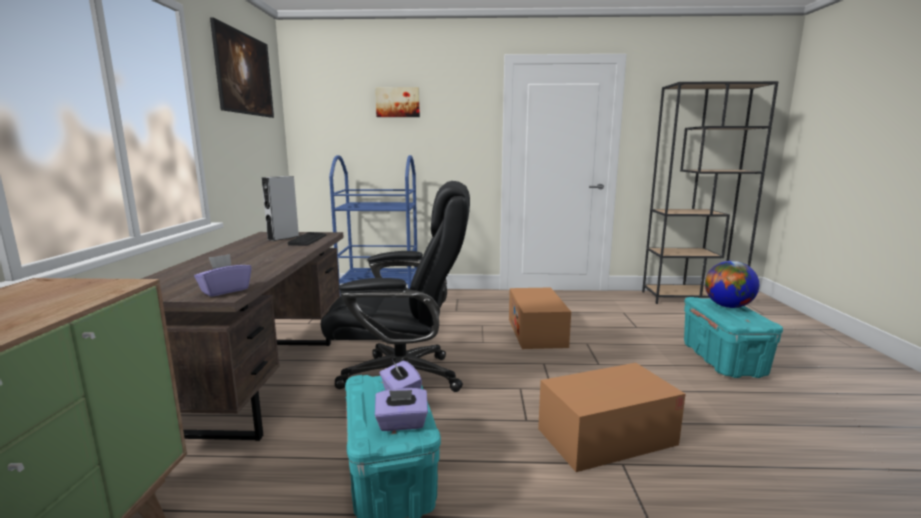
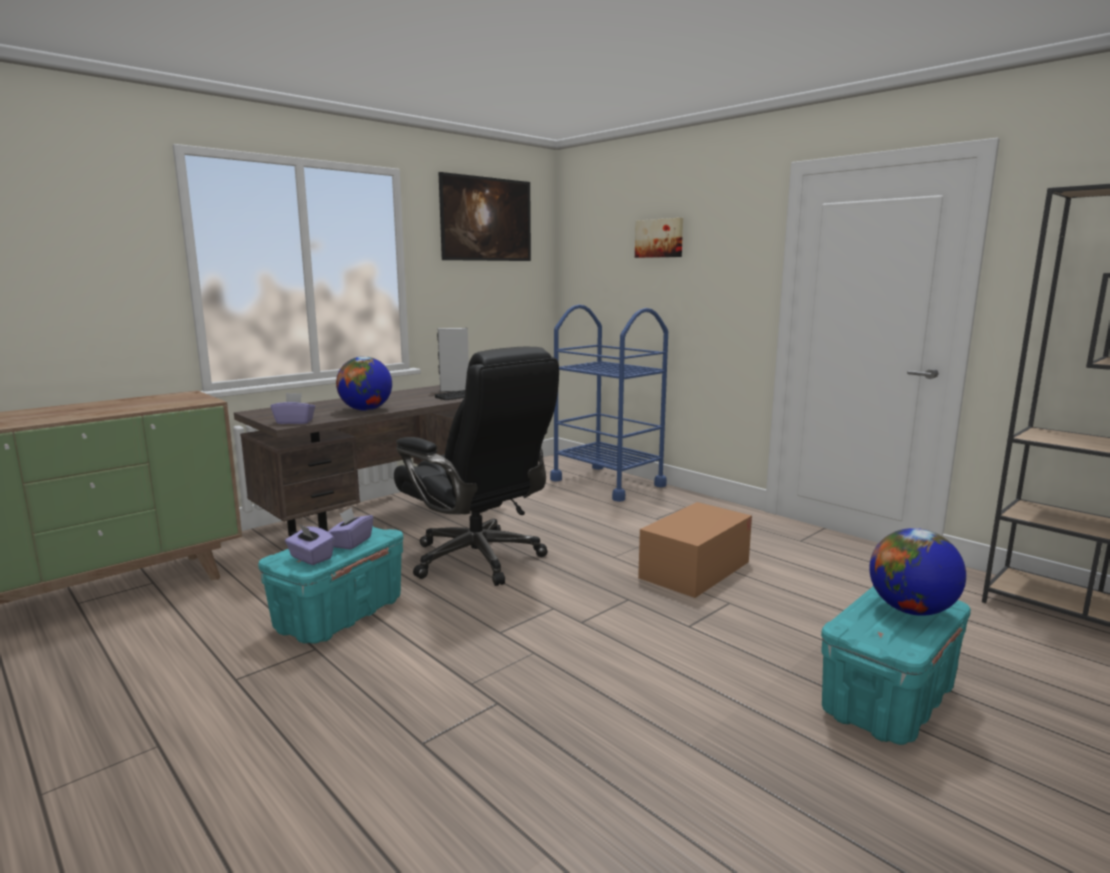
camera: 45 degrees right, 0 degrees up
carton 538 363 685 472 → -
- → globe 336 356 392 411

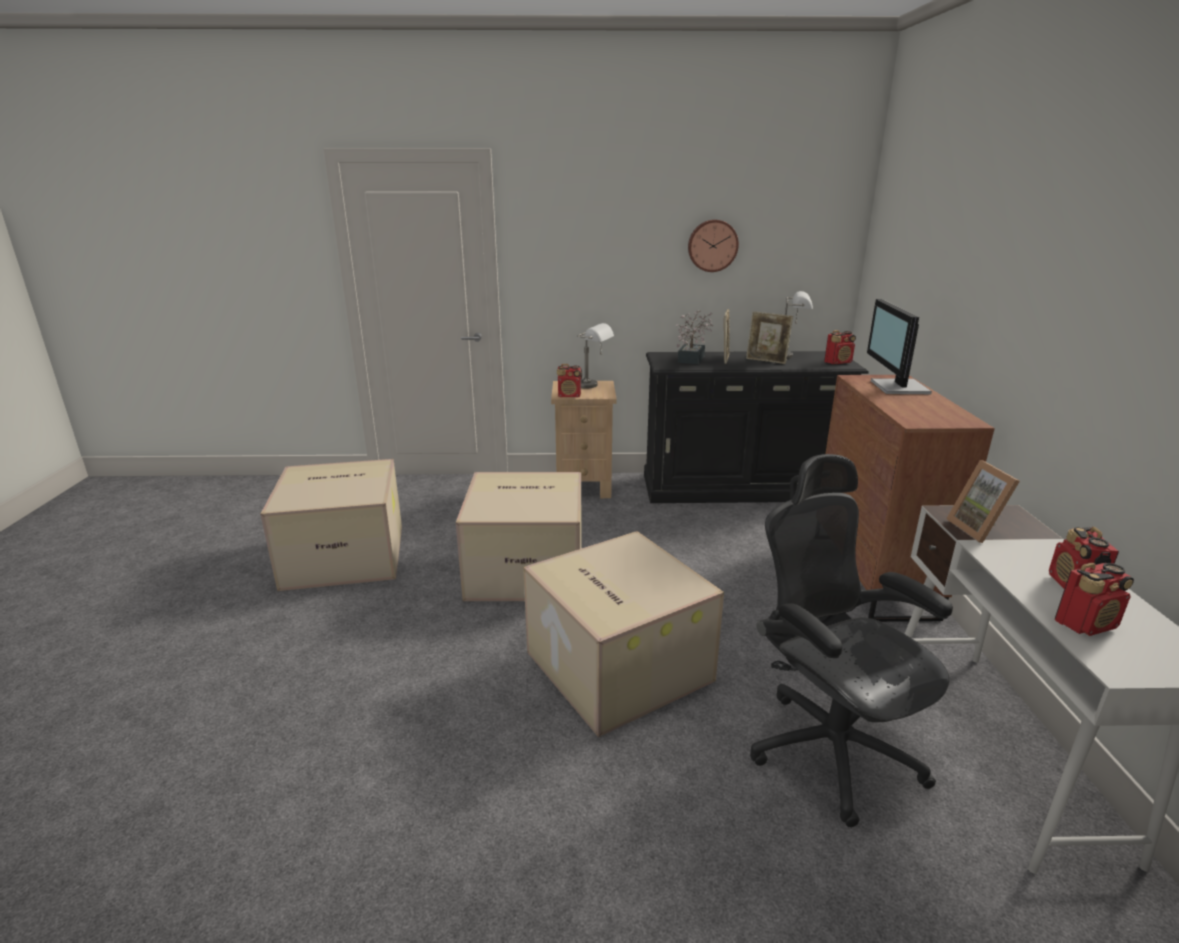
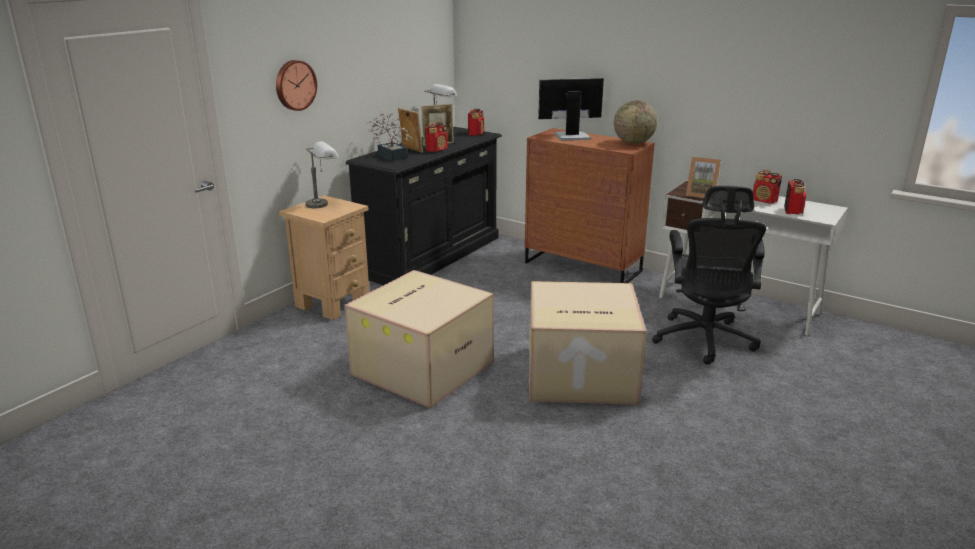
camera: 55 degrees left, 0 degrees up
horloge murale 688 220 739 272 → horloge murale 276 60 317 111, move
écran d'ordinateur 867 299 932 394 → écran d'ordinateur 538 78 604 141, 135 degrees clockwise
radio 557 364 582 397 → radio 425 123 448 152, move
chaise de bureau 750 454 953 827 → chaise de bureau 652 186 766 365, 90 degrees counterclockwise
carton 260 459 402 591 → -
- → globe 614 100 657 144

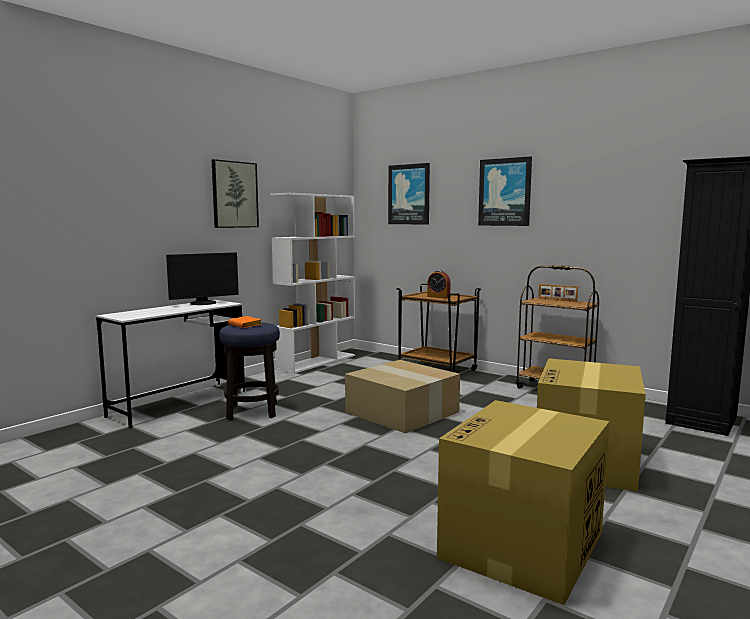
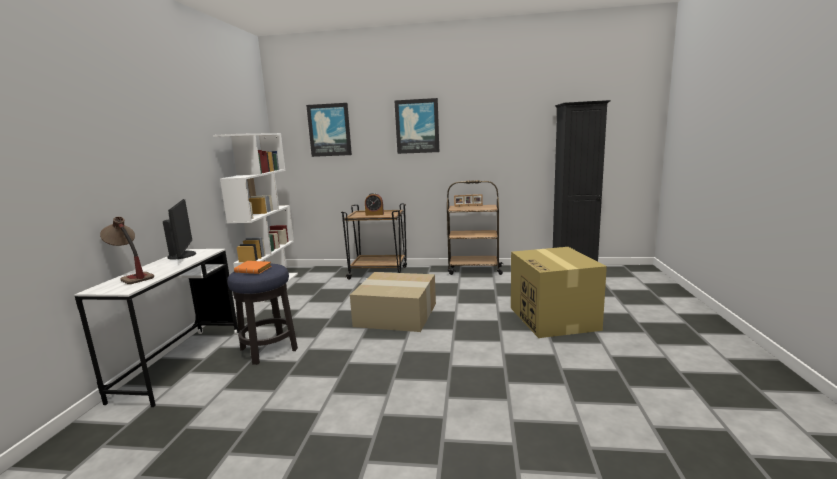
camera: 30 degrees left, 5 degrees up
tableau 212 159 259 228 → -
écran d'ordinateur 166 252 239 305 → écran d'ordinateur 163 199 196 260, 45 degrees counterclockwise
carton 437 400 609 605 → -
- → lampe de table 100 217 154 284

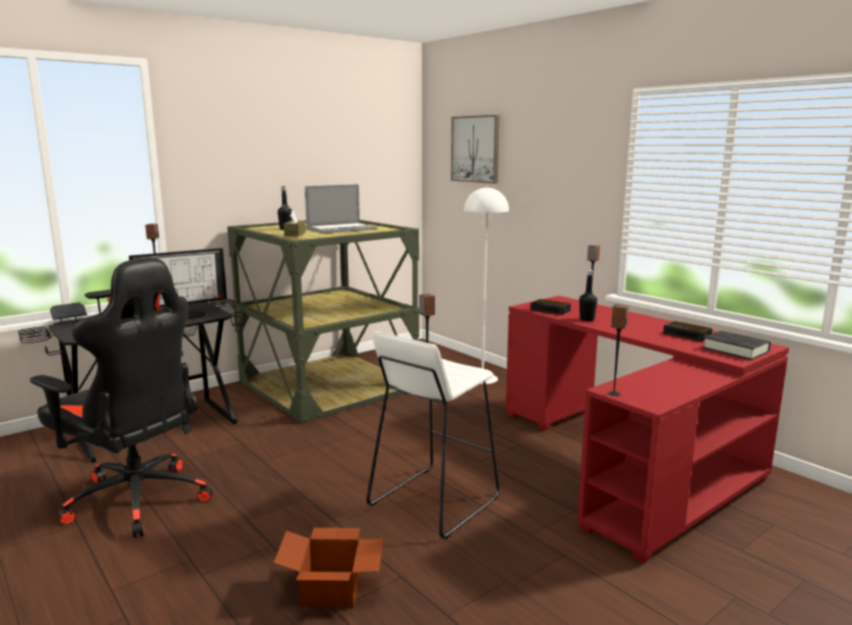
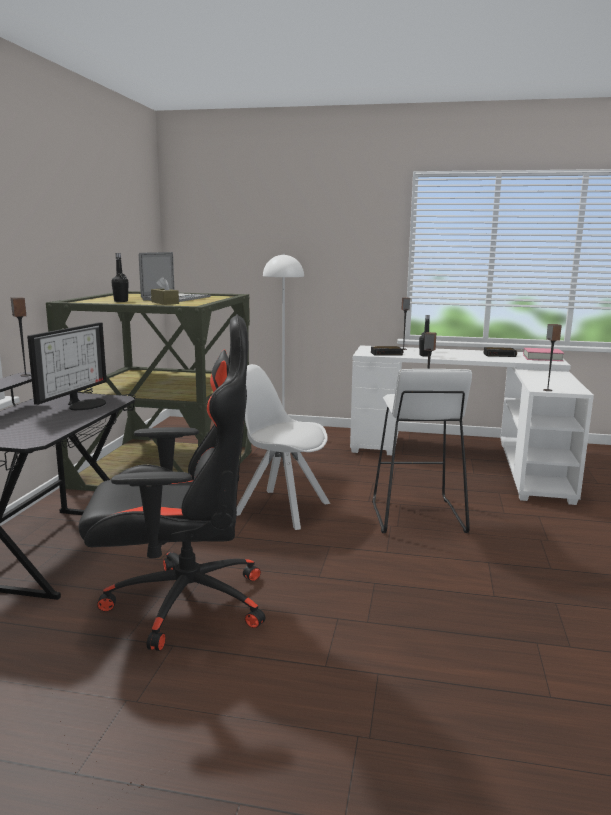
camera: 40 degrees left, 0 degrees up
tableau 451 115 500 183 → -
bureau (rouge) 506 296 789 564 → bureau (blanc) 350 345 594 505
livre (noir) 703 331 771 360 → livre (rose) 523 348 564 361
carton 274 528 383 607 → -
- → chaise (blanc) 237 364 331 530

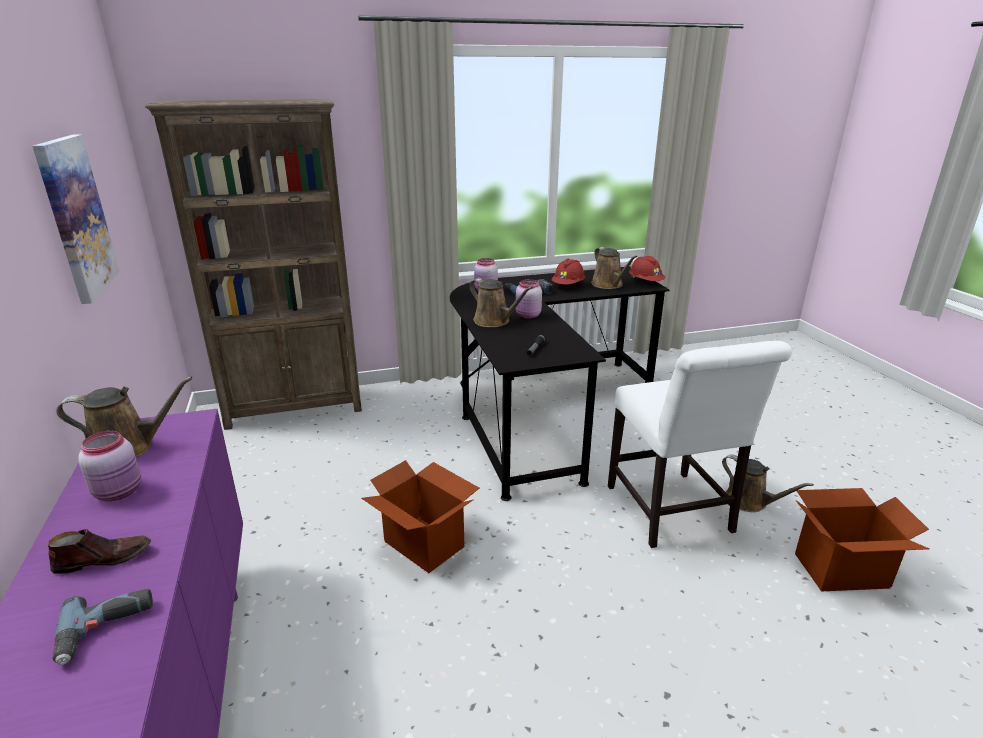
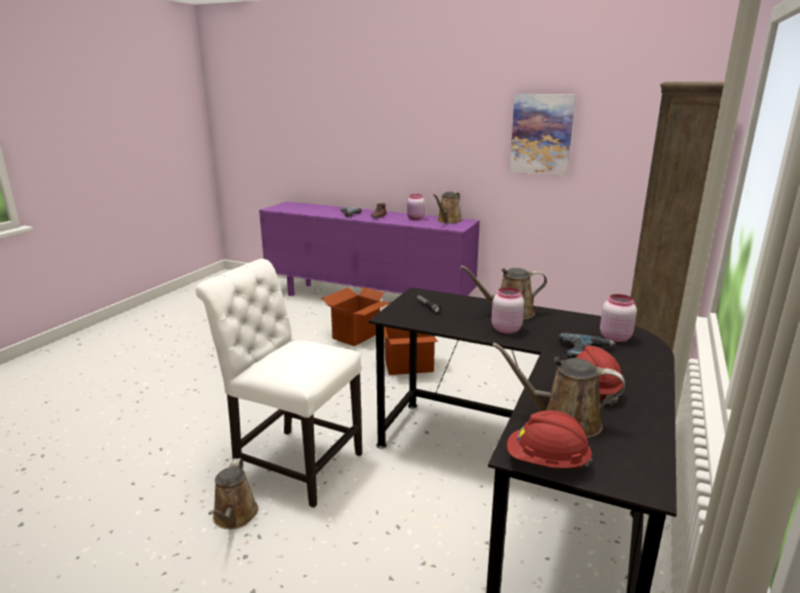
camera: 130 degrees right, 5 degrees down
arrosoir (marron) 722 454 814 512 → arrosoir (marron) 208 458 258 529, 90 degrees counterclockwise
carton 795 488 929 592 → carton 321 287 390 346, move

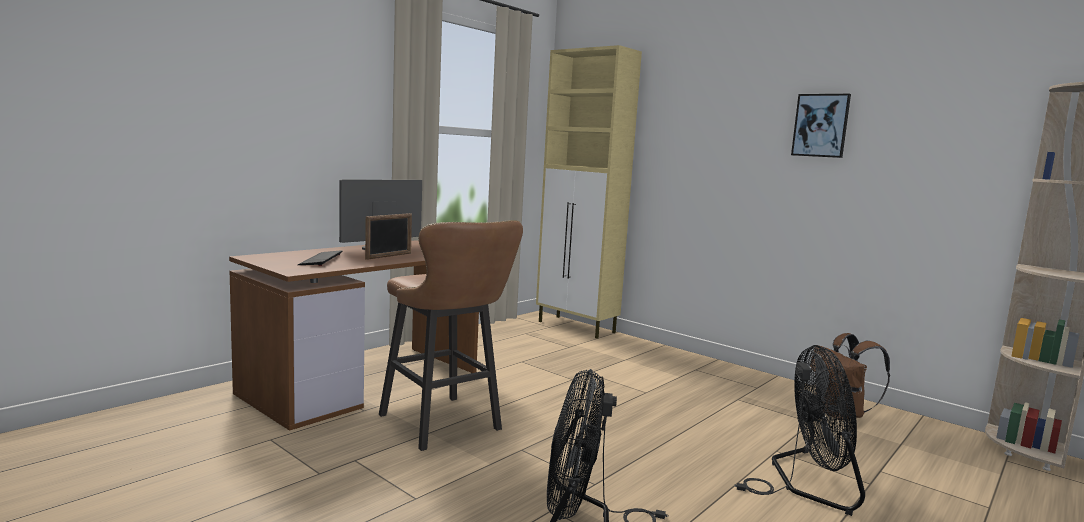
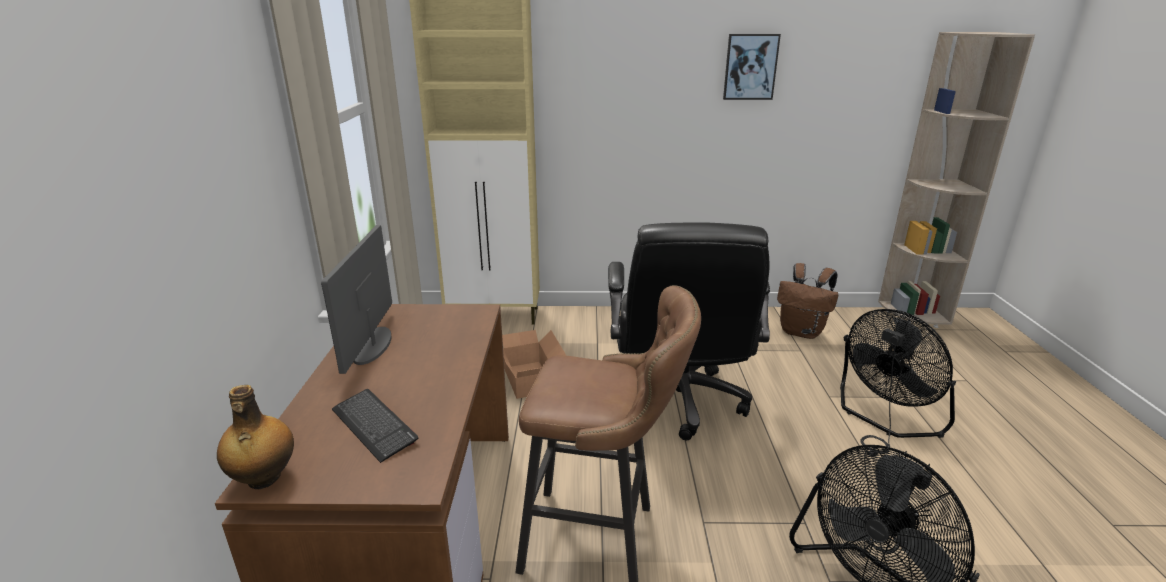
camera: 40 degrees left, 15 degrees up
cadre photo 365 213 412 260 → -
- → chaise de bureau (noir) 608 222 770 440
- → carton 502 330 566 399
- → bouteille 217 385 294 489

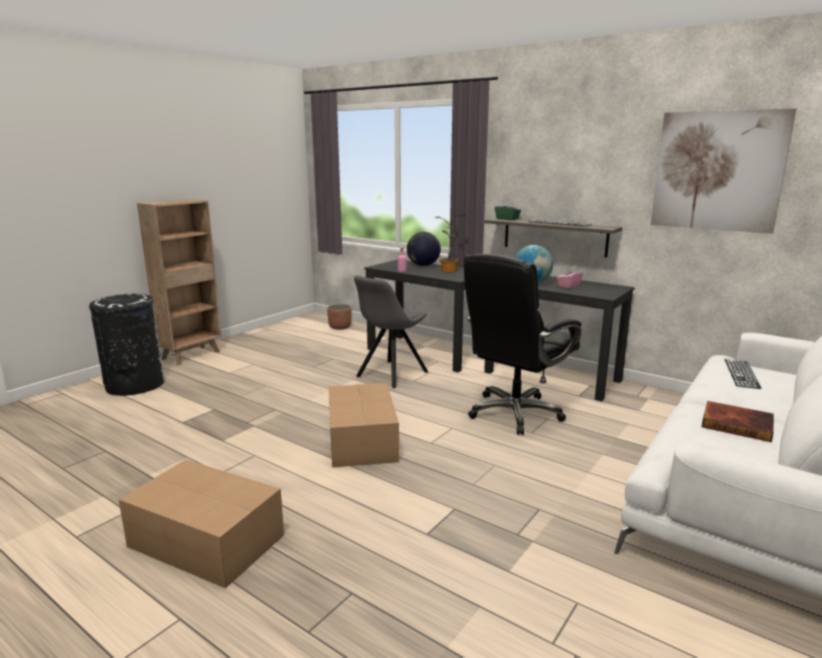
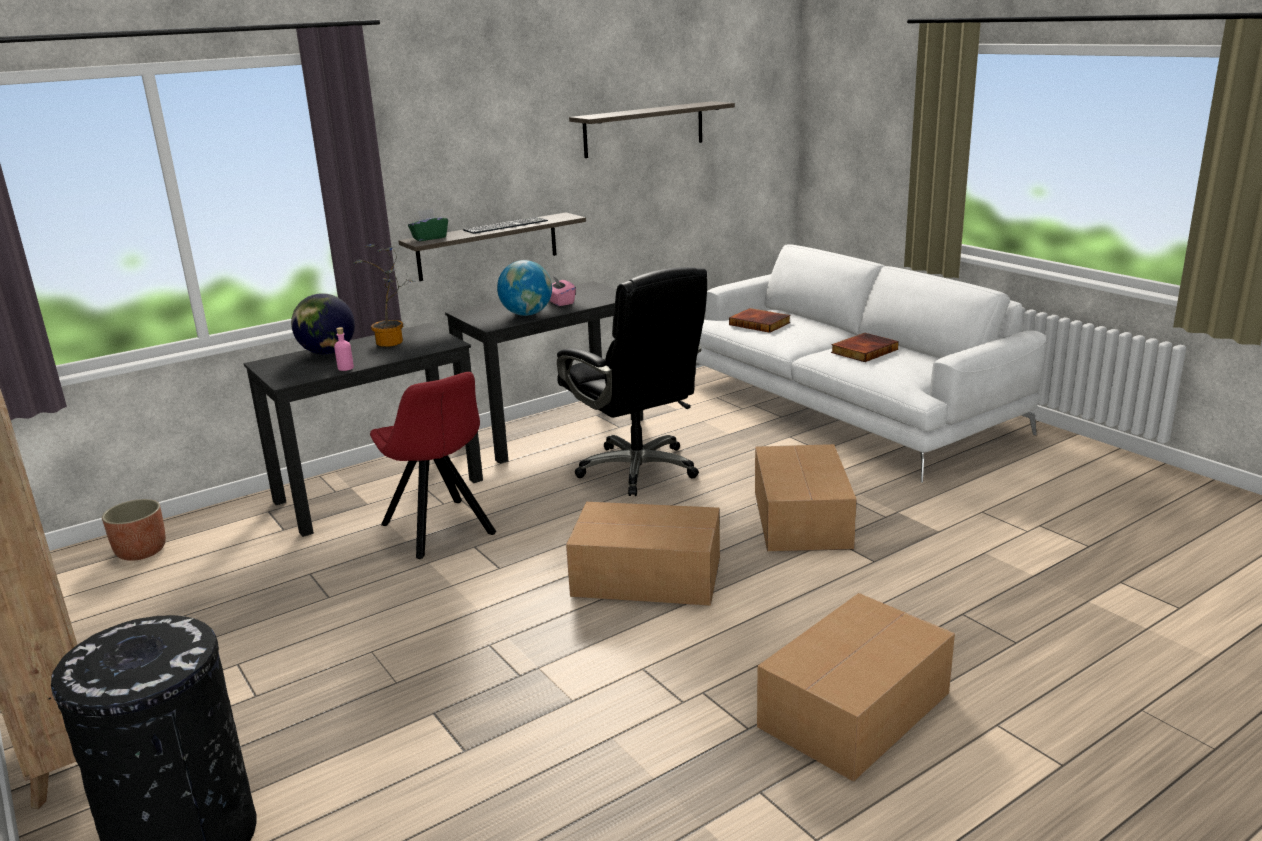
camera: 70 degrees left, 5 degrees up
tableau 651 108 796 234 → étagère 569 101 735 158
chaise (gris) 354 275 428 388 → chaise (rouge) 370 372 496 559
clavier 725 359 762 389 → livre 729 308 790 333
- → carton 755 444 857 552

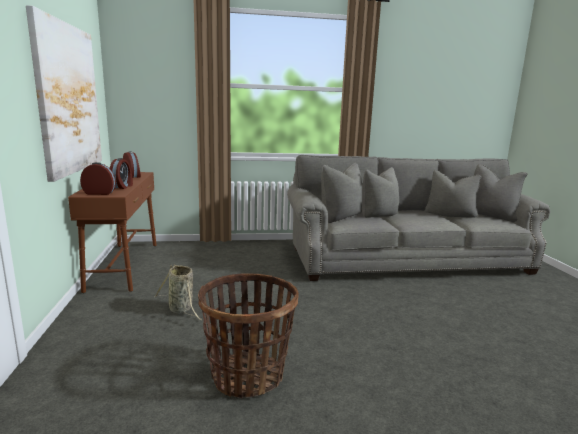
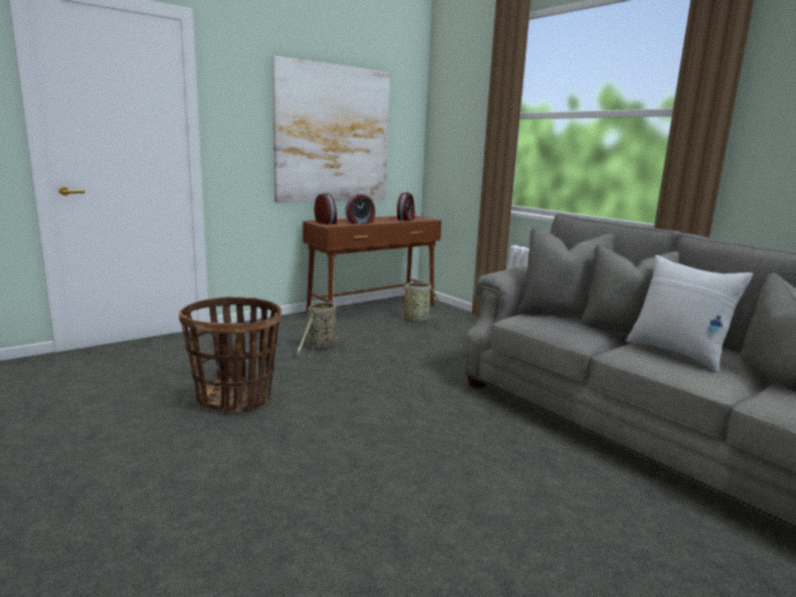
camera: 60 degrees right, 0 degrees up
- → coussin (gris) 626 255 753 373
- → panier 394 282 450 322

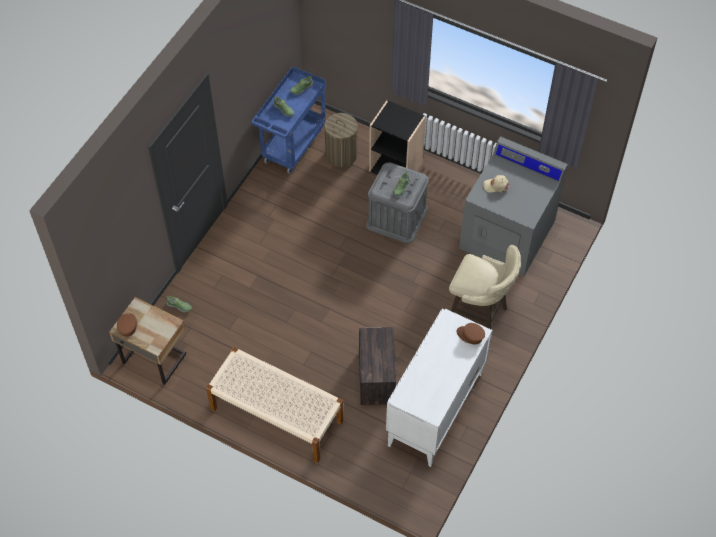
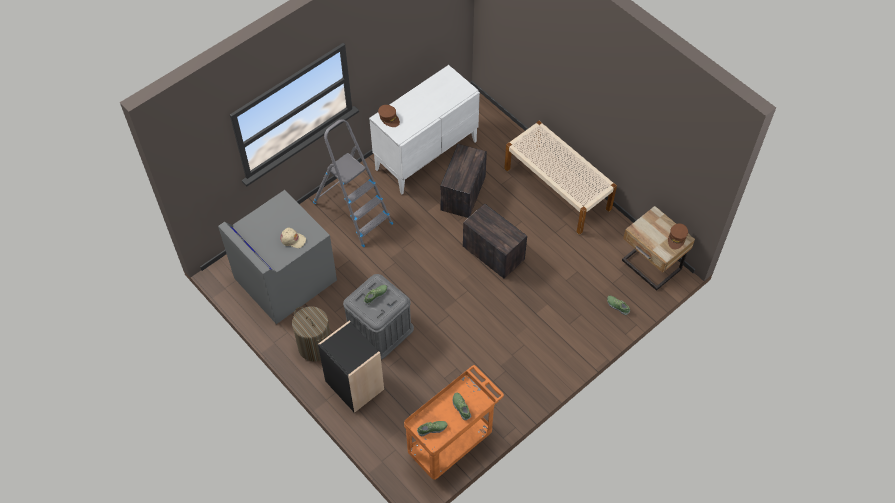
camera: 160 degrees left, 0 degrees up
chariot (bleu) 251 67 326 174 → chariot (orange) 404 365 504 480
panier à linge 323 113 360 167 → panier à linge 292 306 331 361, move
tabouret (beige) 449 245 521 343 → escabeau (gris) 313 119 393 247
- → caisse 463 204 527 278

